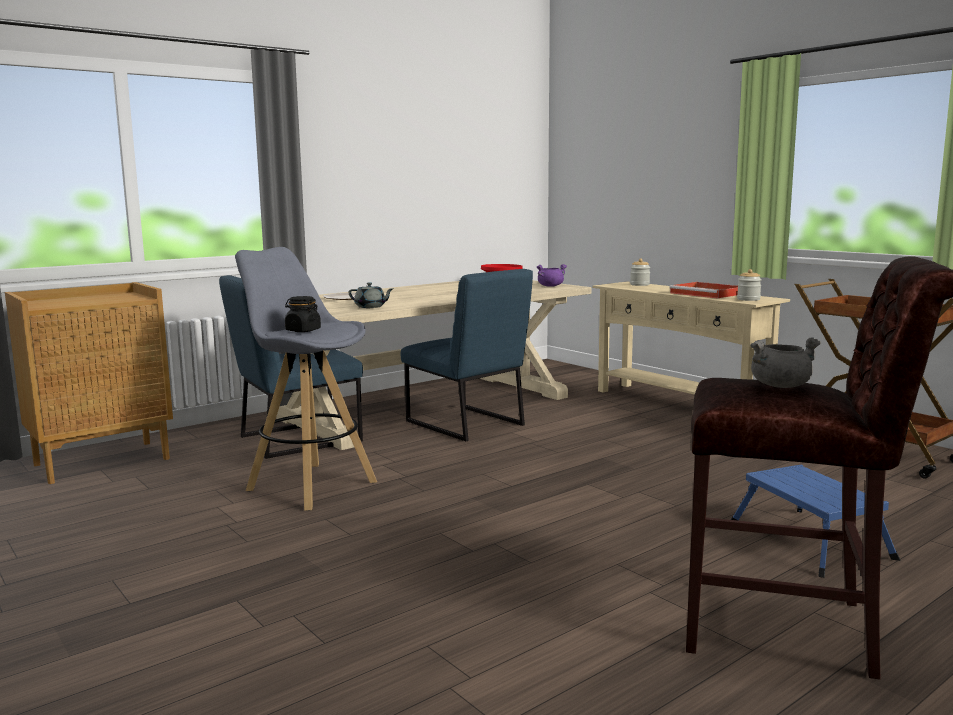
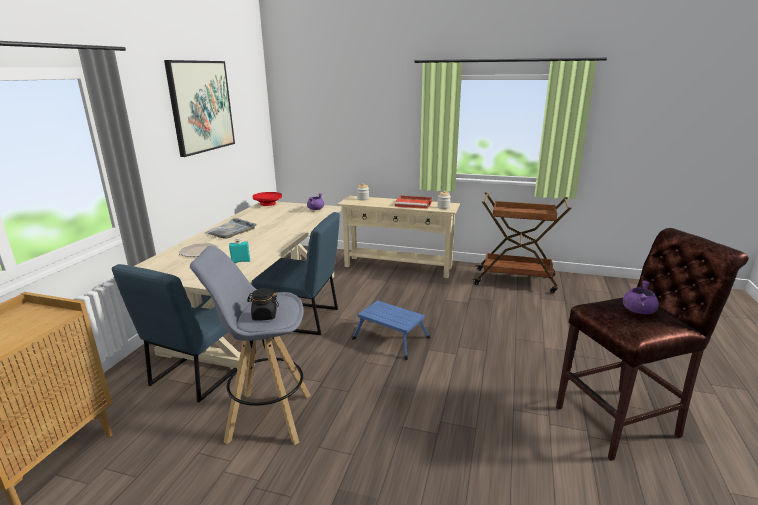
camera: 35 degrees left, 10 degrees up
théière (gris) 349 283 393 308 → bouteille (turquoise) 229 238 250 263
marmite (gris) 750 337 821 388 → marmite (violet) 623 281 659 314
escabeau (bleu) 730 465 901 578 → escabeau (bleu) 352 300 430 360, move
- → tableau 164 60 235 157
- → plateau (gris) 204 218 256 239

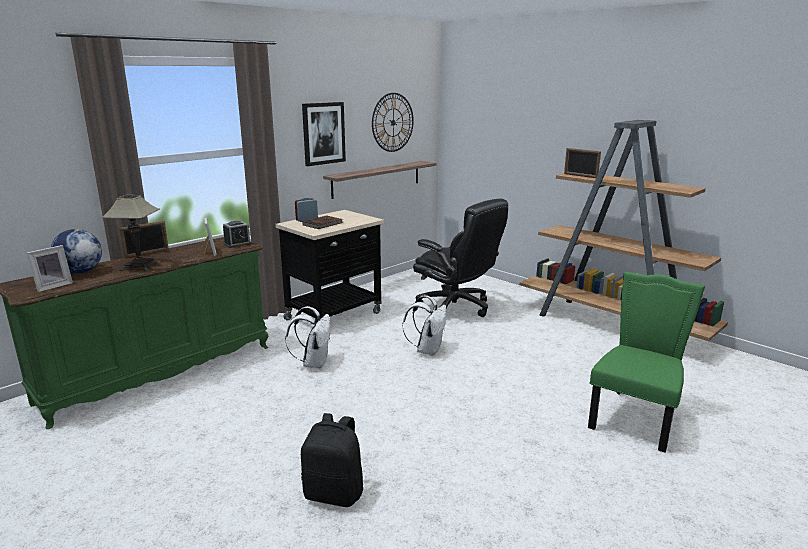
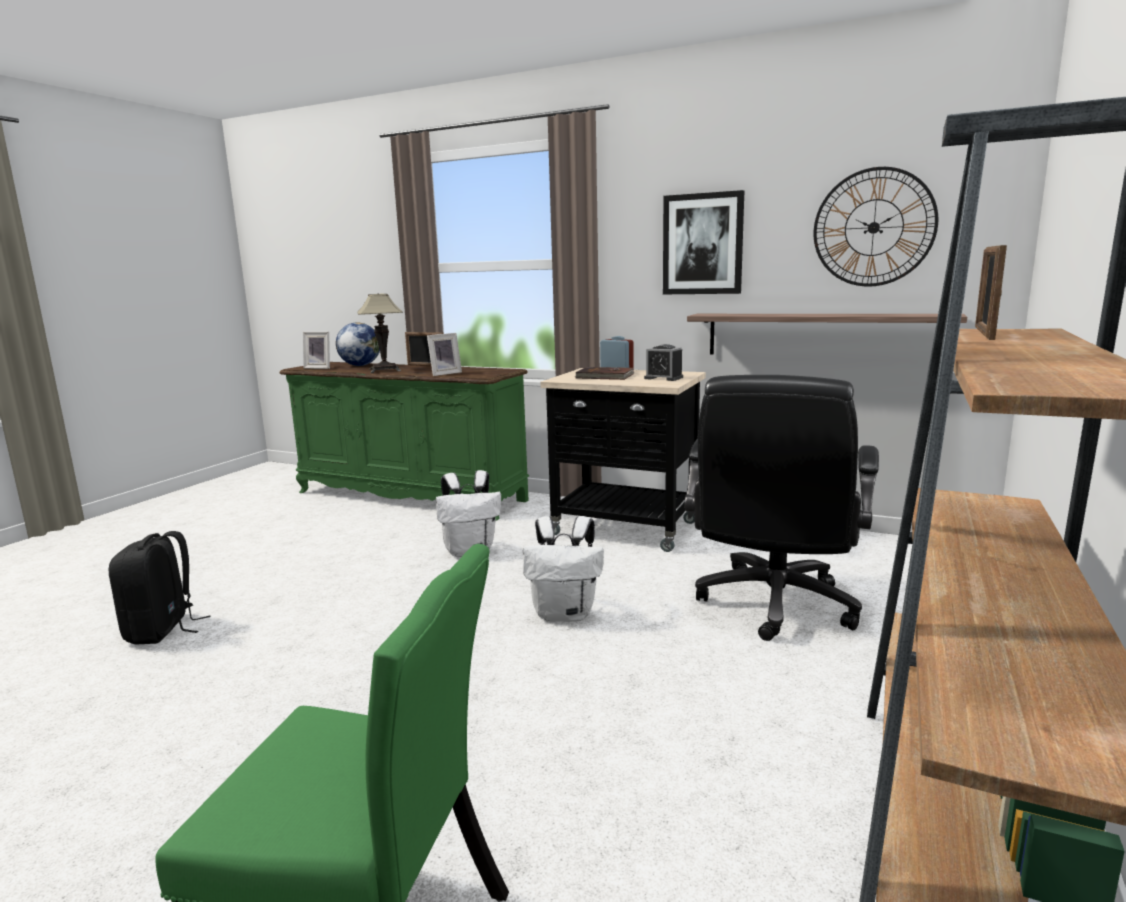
camera: 70 degrees right, 5 degrees down
réveil 223 221 252 248 → réveil 644 344 683 381, move

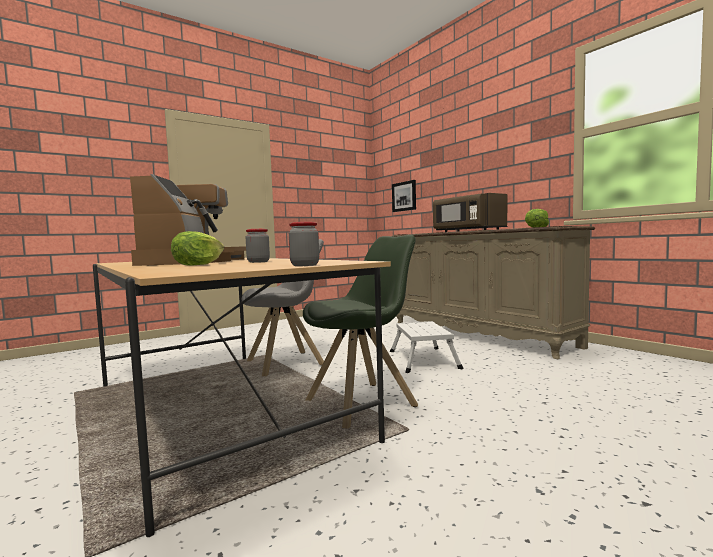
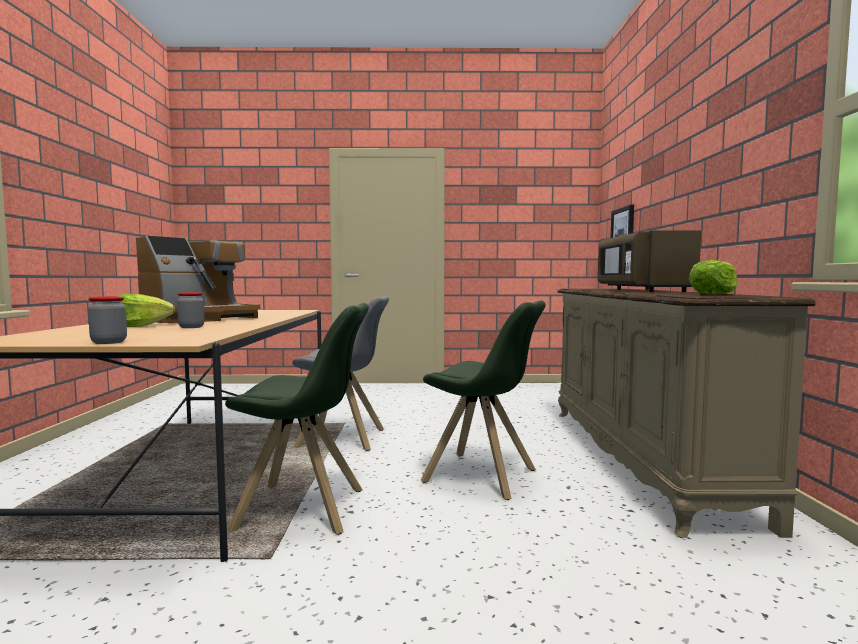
camera: 35 degrees right, 0 degrees up
escabeau (blanc) 390 321 464 373 → chaise (vert) 421 300 546 500

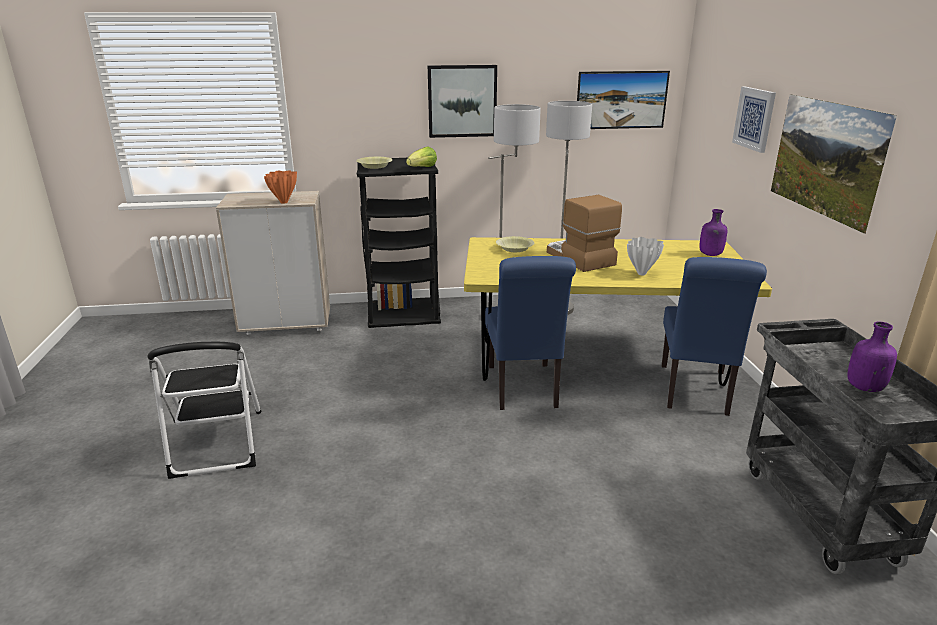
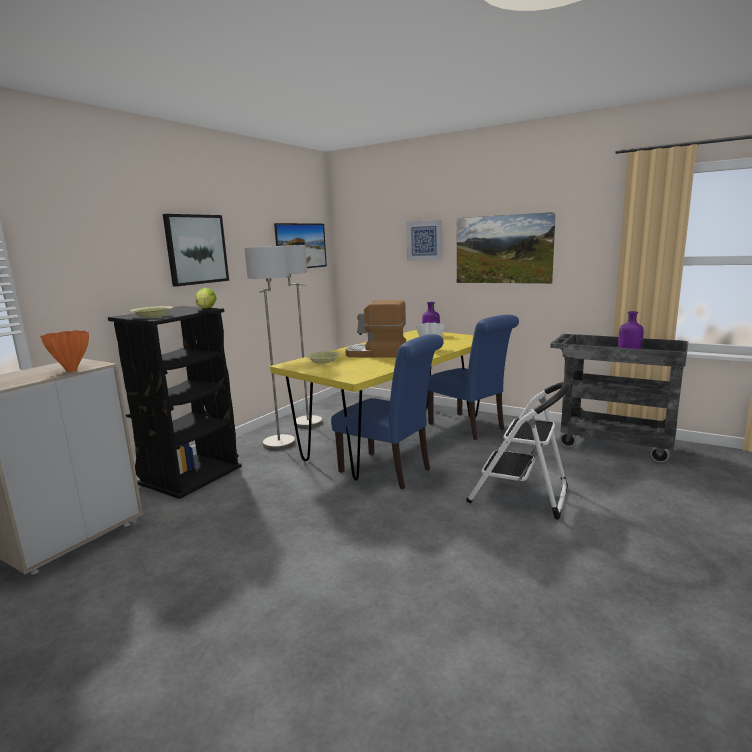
camera: 50 degrees left, 10 degrees down
escabeau 148 342 261 479 → escabeau 466 382 570 520, move

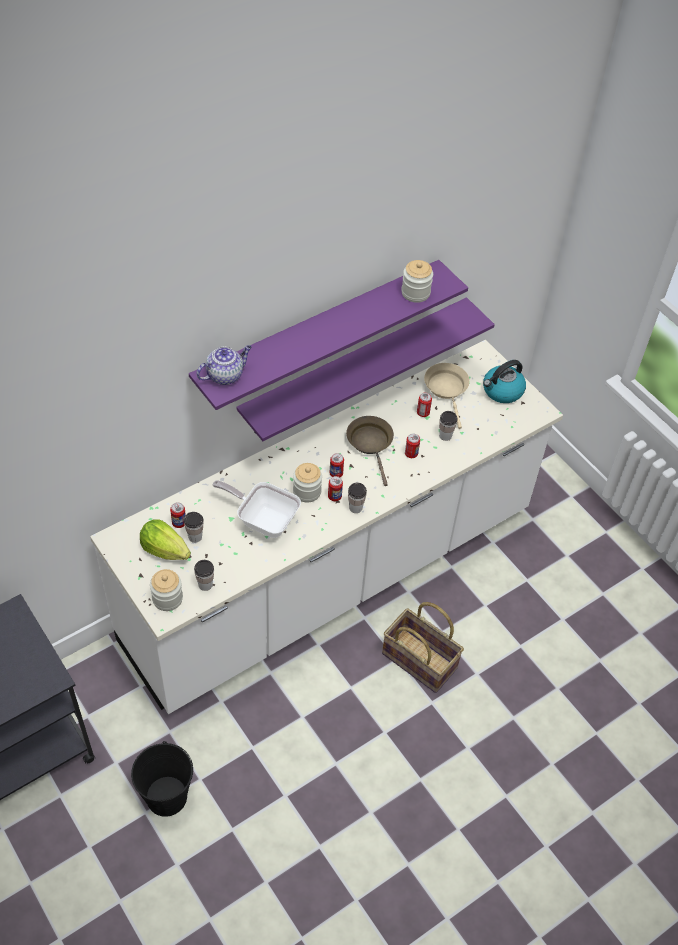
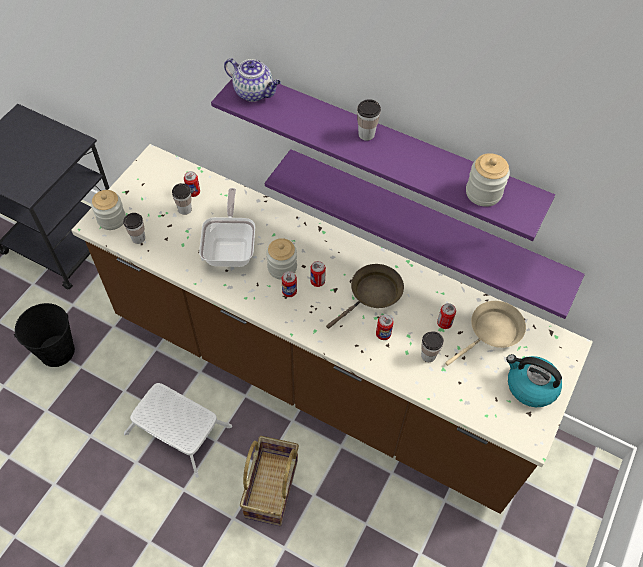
camera: 65 degrees right, 5 degrees up
comptoir de cuisine (blanc) 90 340 563 714 → comptoir de cuisine (marron) 71 144 593 514
tasse 348 482 367 513 → tasse 357 99 381 141, move
laitue 140 519 191 560 → -
- → escabeau (blanc) 124 383 232 478

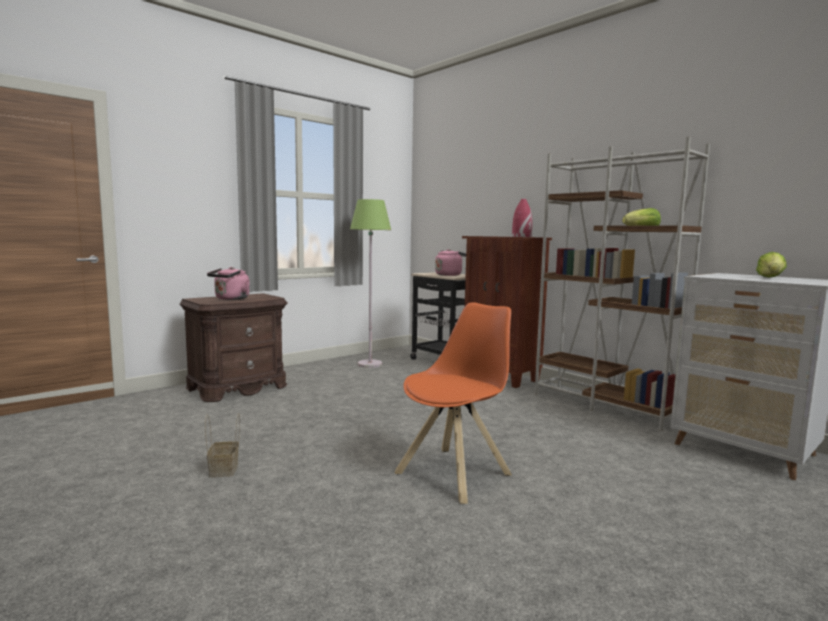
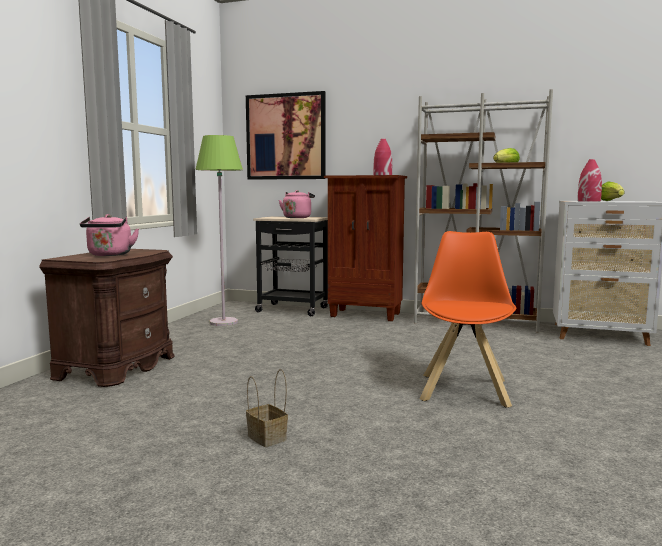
camera: 30 degrees left, 0 degrees up
- → tableau 246 91 326 180
- → vase (rouge) 577 159 602 202

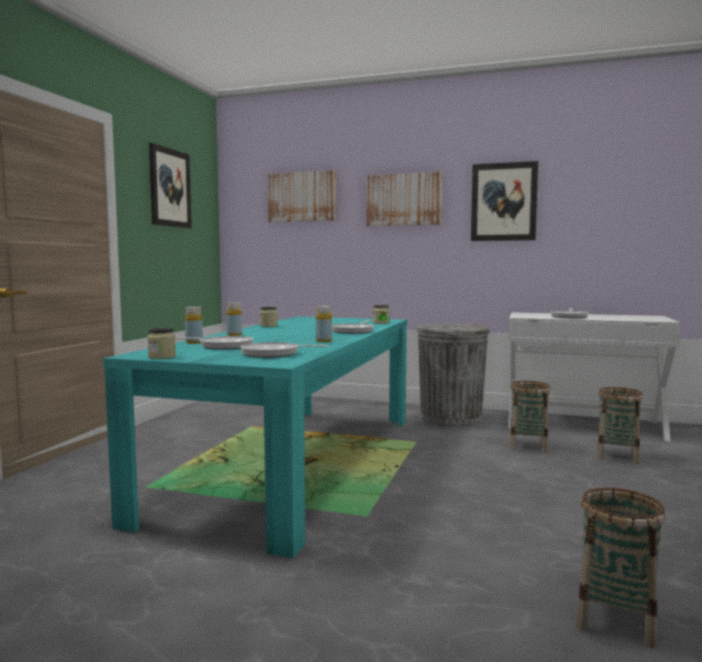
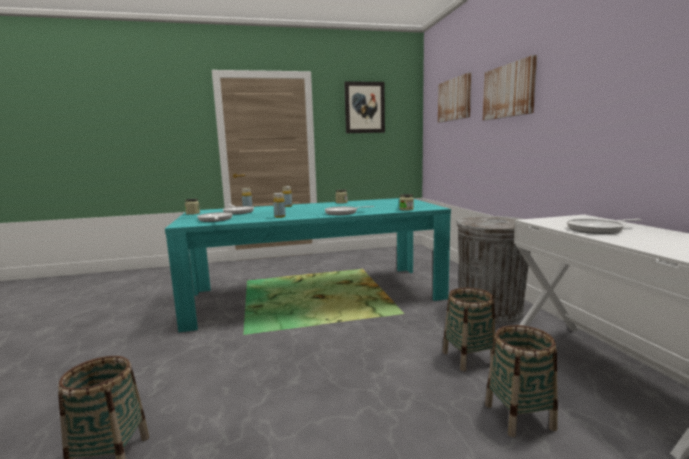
camera: 60 degrees right, 5 degrees up
tableau 471 161 538 241 → -

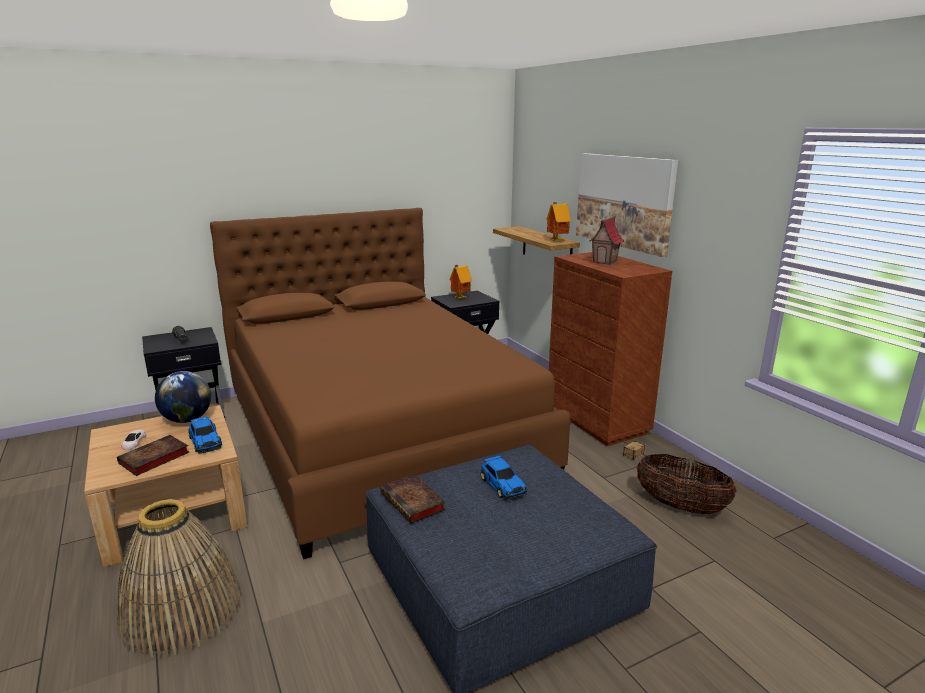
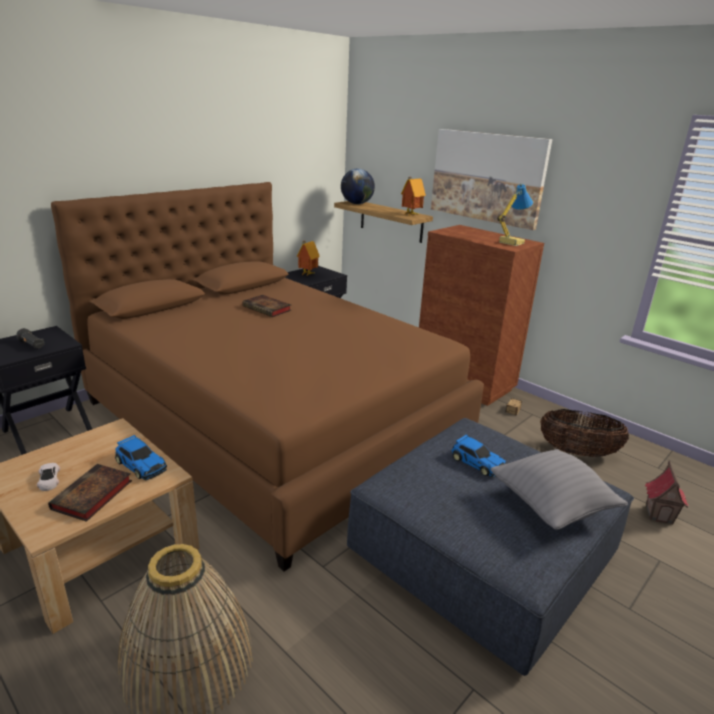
camera: 20 degrees left, 5 degrees up
maison miniature 589 216 624 265 → maison miniature 645 460 688 524, move
globe 155 371 211 423 → globe 341 169 375 204, move
livre 380 474 446 524 → livre 243 295 291 317, move
- → lampe de table 497 184 533 246
- → coussin (gris) 490 449 628 530

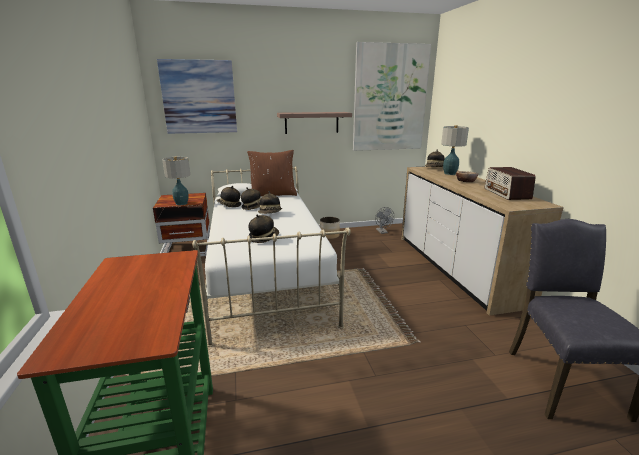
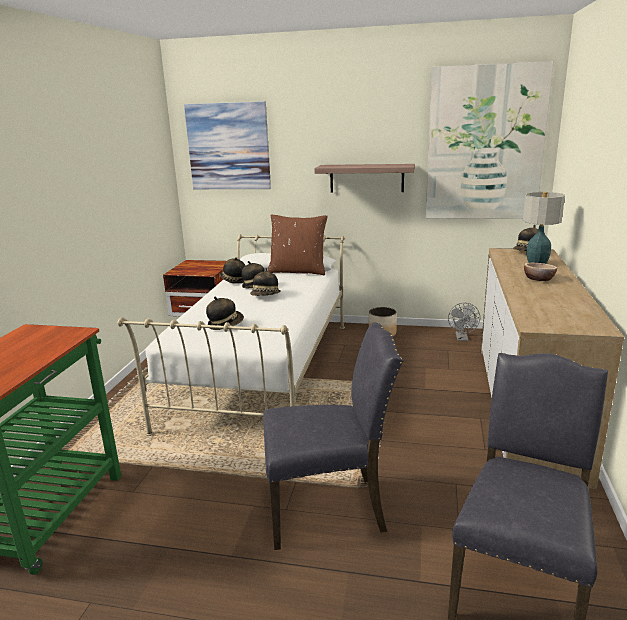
camera: 25 degrees right, 0 degrees up
lampe de table 162 157 190 205 → -
radio 484 167 536 200 → -
- → chaise (gris) 263 323 403 550

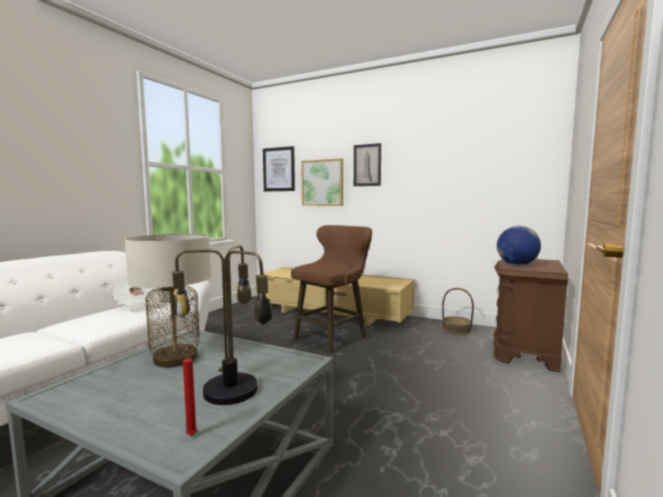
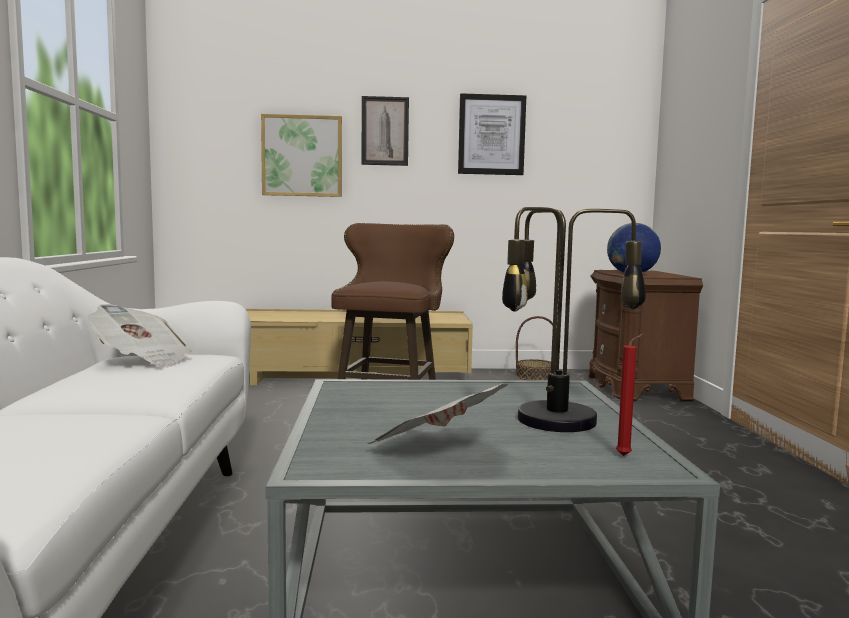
camera: 30 degrees left, 0 degrees up
tableau 263 146 295 191 → tableau 458 93 526 175, move
lampe de table 125 234 211 367 → -
- → journal 367 383 508 444

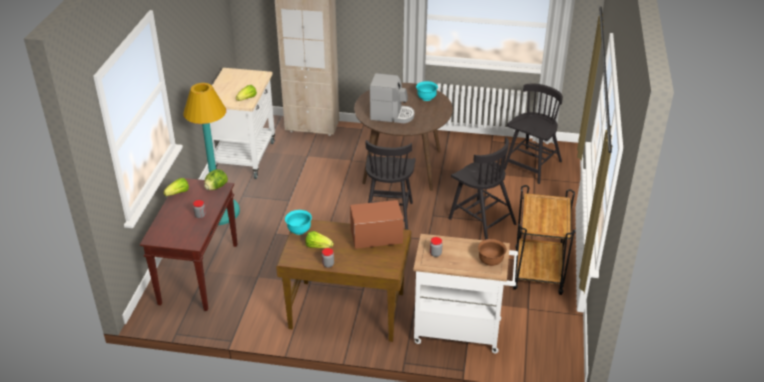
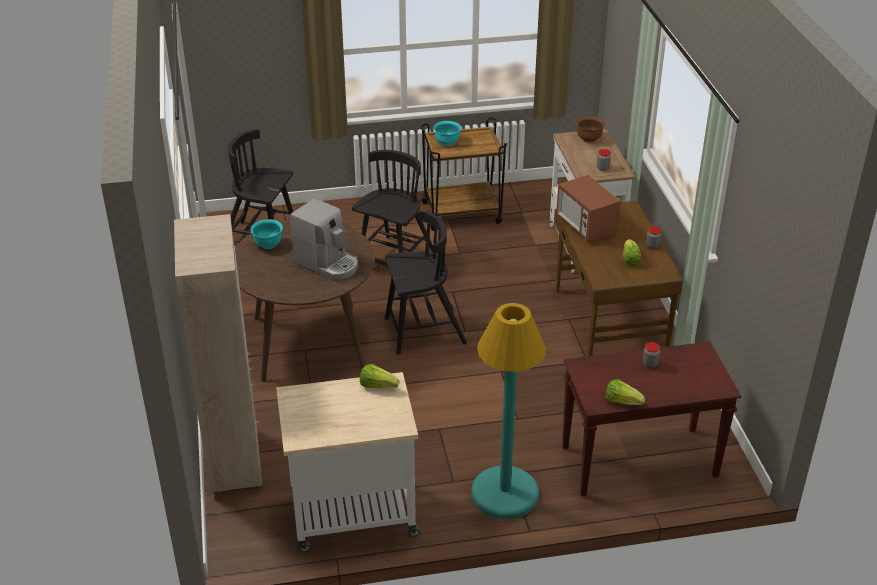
camera: 110 degrees left, 0 degrees up
machine à café 370 73 415 123 → machine à café 290 198 358 280, 135 degrees clockwise
laitue 204 169 228 190 → -
bol (turquoise) 285 210 312 235 → bol (turquoise) 434 121 461 146, move

